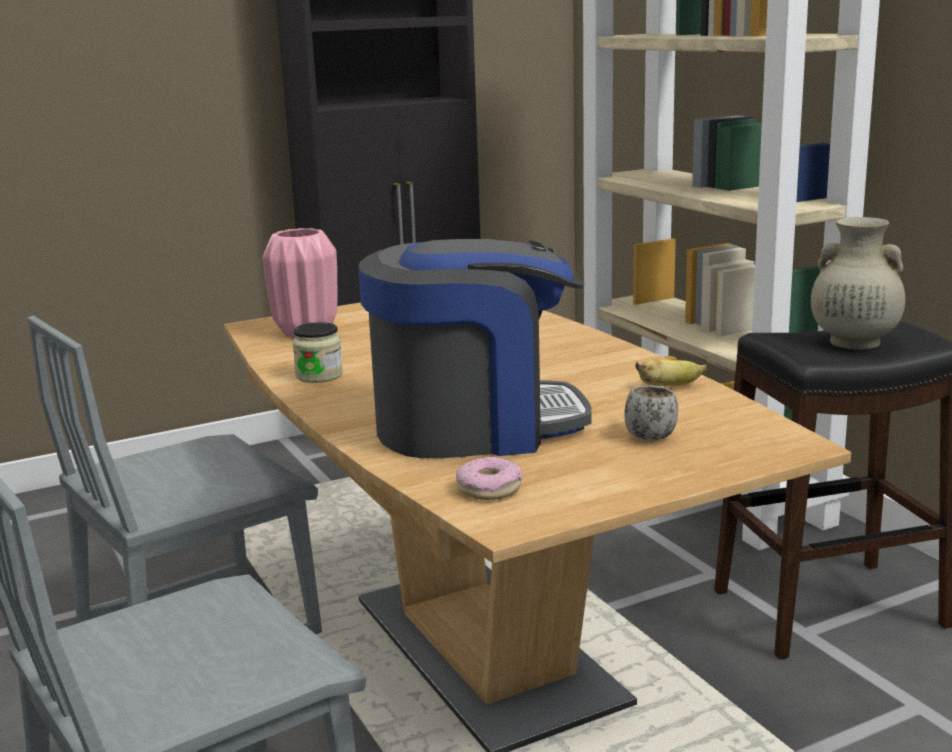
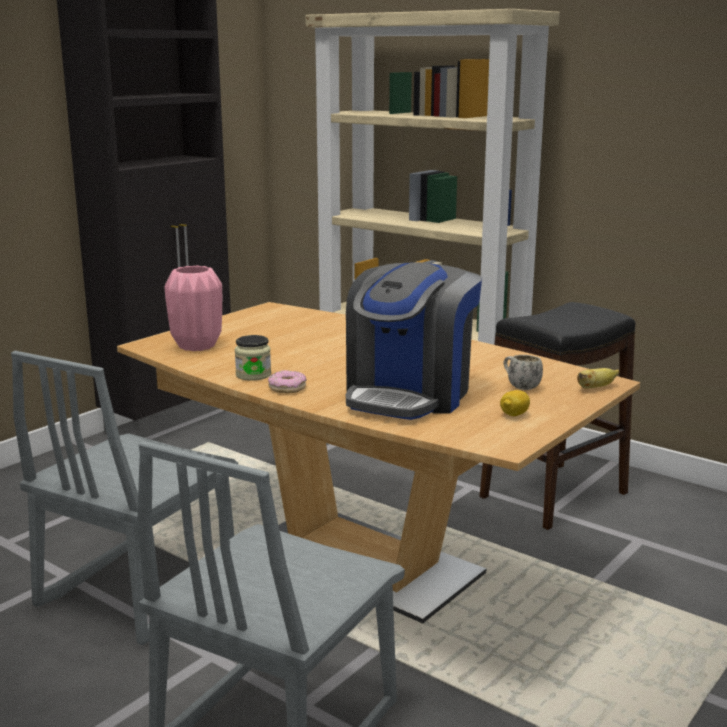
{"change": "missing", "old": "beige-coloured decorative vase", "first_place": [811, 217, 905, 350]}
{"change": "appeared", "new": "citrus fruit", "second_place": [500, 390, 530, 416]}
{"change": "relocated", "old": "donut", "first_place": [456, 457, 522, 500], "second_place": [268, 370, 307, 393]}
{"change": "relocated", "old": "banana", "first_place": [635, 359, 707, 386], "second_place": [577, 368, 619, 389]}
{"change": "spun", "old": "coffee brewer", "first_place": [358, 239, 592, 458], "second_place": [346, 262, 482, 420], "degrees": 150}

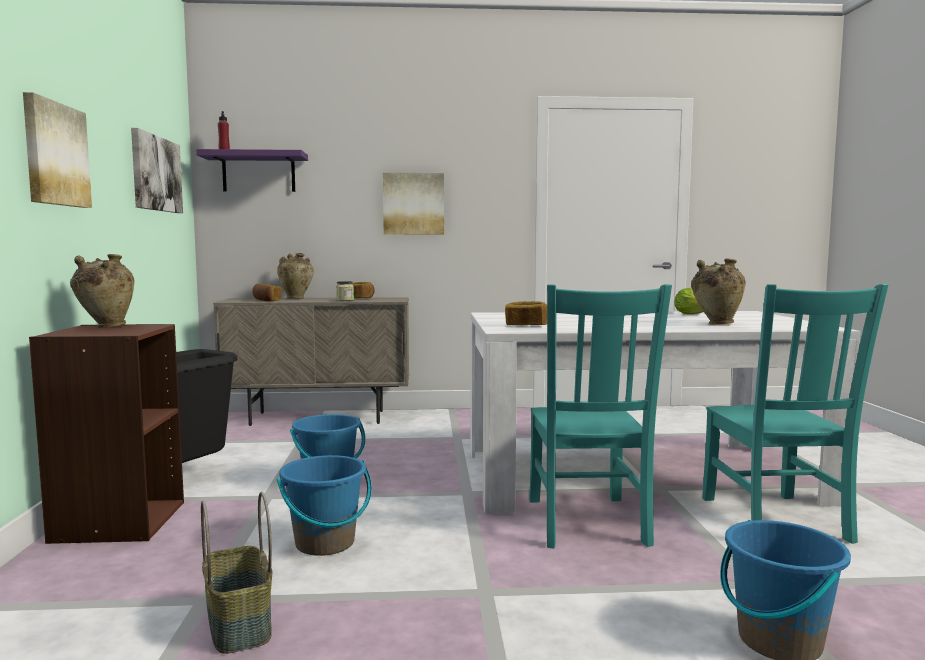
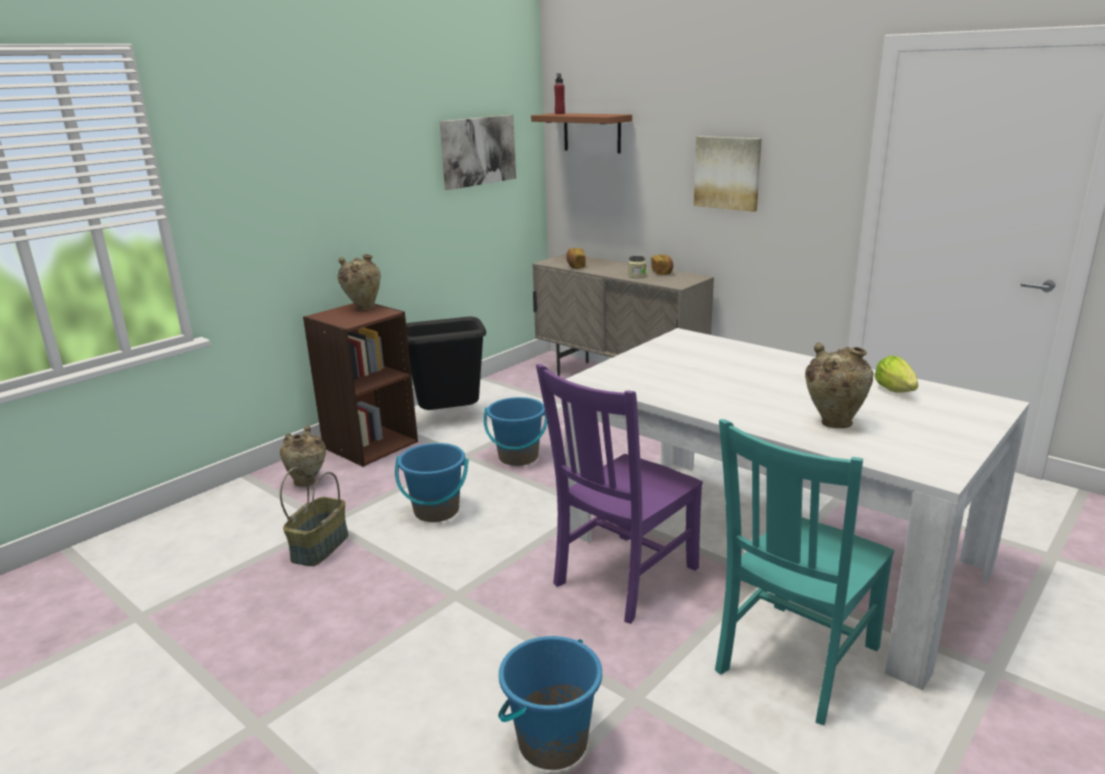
{"change": "missing", "old": "picture", "first_place": [23, 92, 92, 208]}
{"change": "missing", "old": "bakery bread", "first_place": [505, 301, 547, 325]}
{"change": "relocated", "old": "beige-coloured decorative vase", "first_place": [277, 253, 314, 299], "second_place": [280, 425, 326, 487]}
{"change": "colour", "old": "purple shelf", "new": "brown shelf", "first_place": [196, 149, 308, 192], "second_place": [531, 113, 632, 153]}
{"change": "colour", "old": "turquoise chair", "new": "purple chair", "first_place": [529, 284, 672, 549], "second_place": [536, 364, 703, 624]}

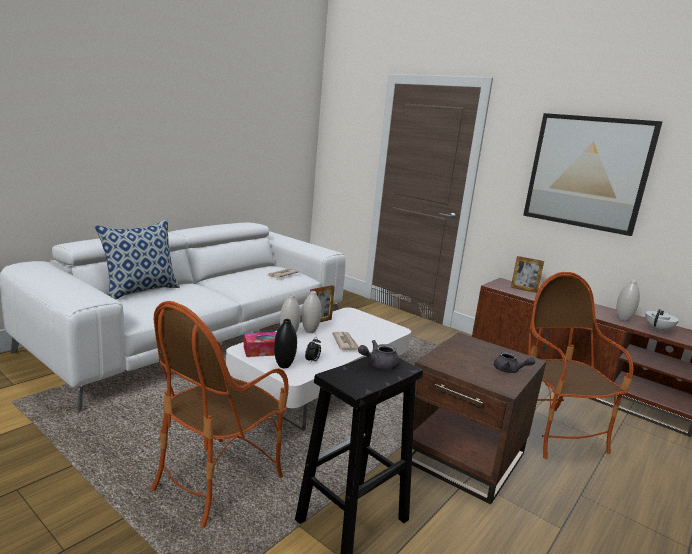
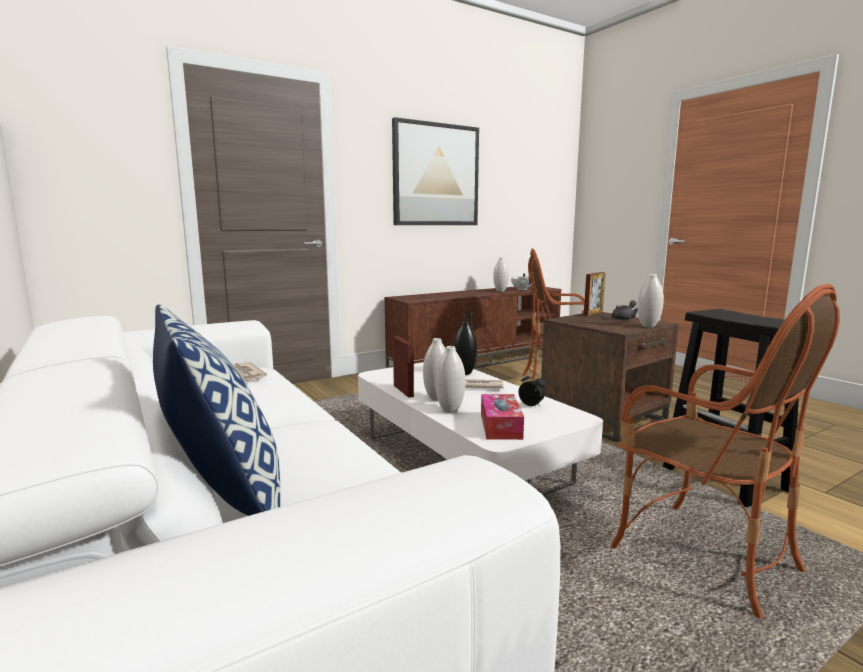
{"change": "missing", "old": "gray teapot", "first_place": [358, 340, 400, 370]}
{"change": "appeared", "new": "white decorative vase", "second_place": [637, 274, 664, 327]}
{"change": "relocated", "old": "blackish decorative vase", "first_place": [274, 319, 297, 368], "second_place": [454, 321, 477, 375]}
{"change": "relocated", "old": "photo frame", "first_place": [511, 256, 544, 293], "second_place": [584, 272, 606, 316]}

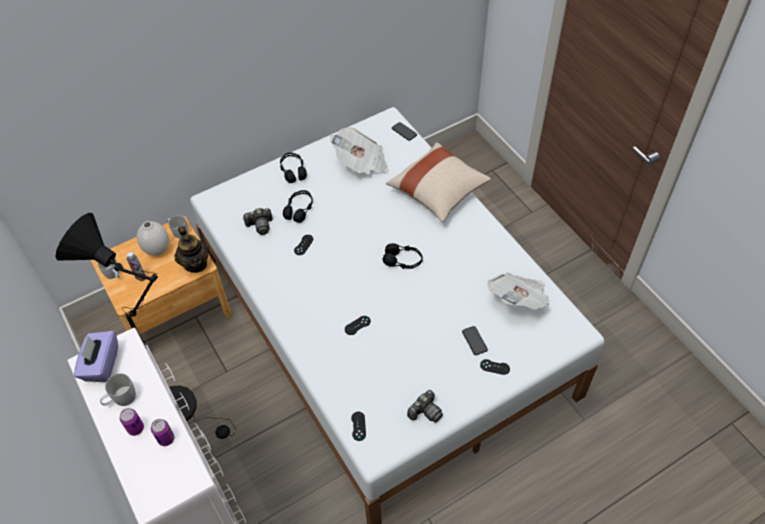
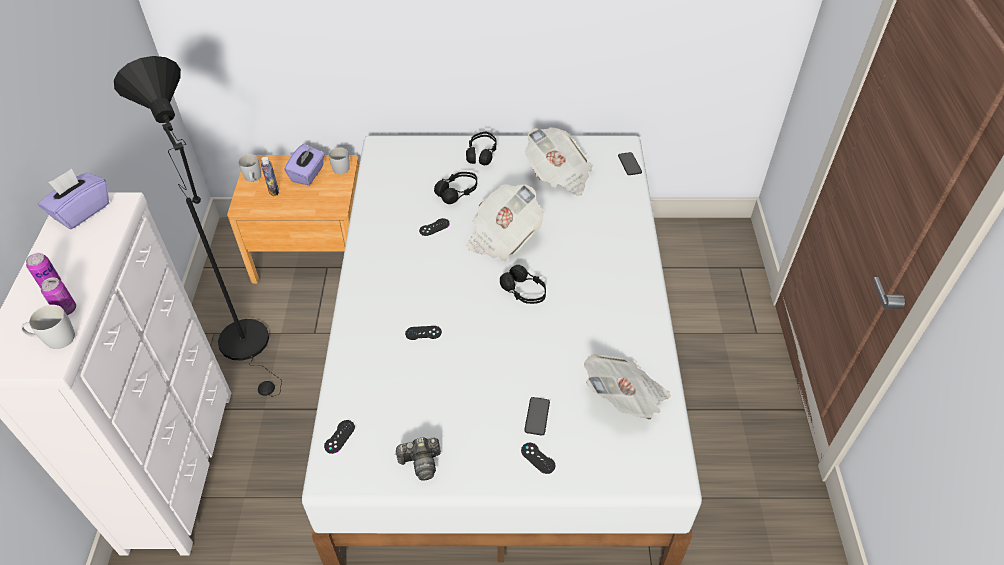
{"change": "missing", "old": "teapot", "first_place": [175, 226, 209, 273]}
{"change": "missing", "old": "photo camera", "first_place": [243, 208, 273, 235]}
{"change": "missing", "old": "beige-coloured pillow", "first_place": [386, 142, 491, 222]}
{"change": "appeared", "new": "printed paper", "second_place": [467, 184, 543, 261]}
{"change": "relocated", "old": "white tea mug", "first_place": [100, 373, 136, 406], "second_place": [21, 305, 75, 349]}
{"change": "exchanged", "old": "white decorative vase", "new": "purple tissue holder", "first_place": [137, 221, 169, 256], "second_place": [284, 144, 325, 186]}

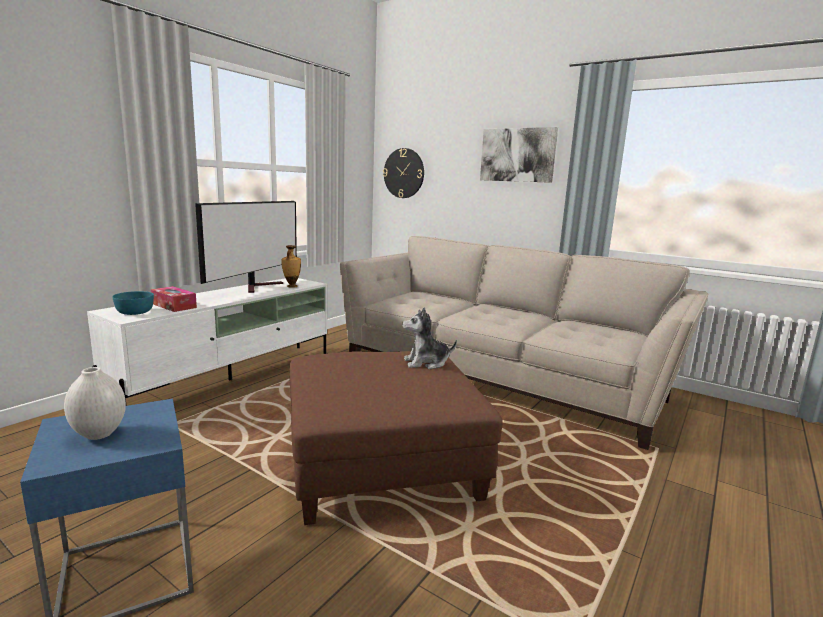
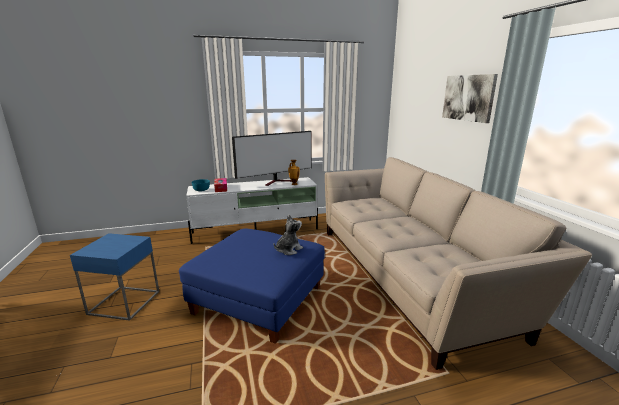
{"change": "missing", "old": "white decorative vase", "first_place": [64, 367, 126, 440]}
{"change": "missing", "old": "wall clock", "first_place": [383, 148, 424, 198]}
{"change": "colour", "old": "brown pouffe", "new": "blue-coloured pouffe", "first_place": [290, 351, 503, 525], "second_place": [179, 228, 325, 344]}
{"change": "spun", "old": "cuddly toy", "first_place": [402, 308, 457, 369], "second_place": [274, 215, 303, 255], "degrees": 105}

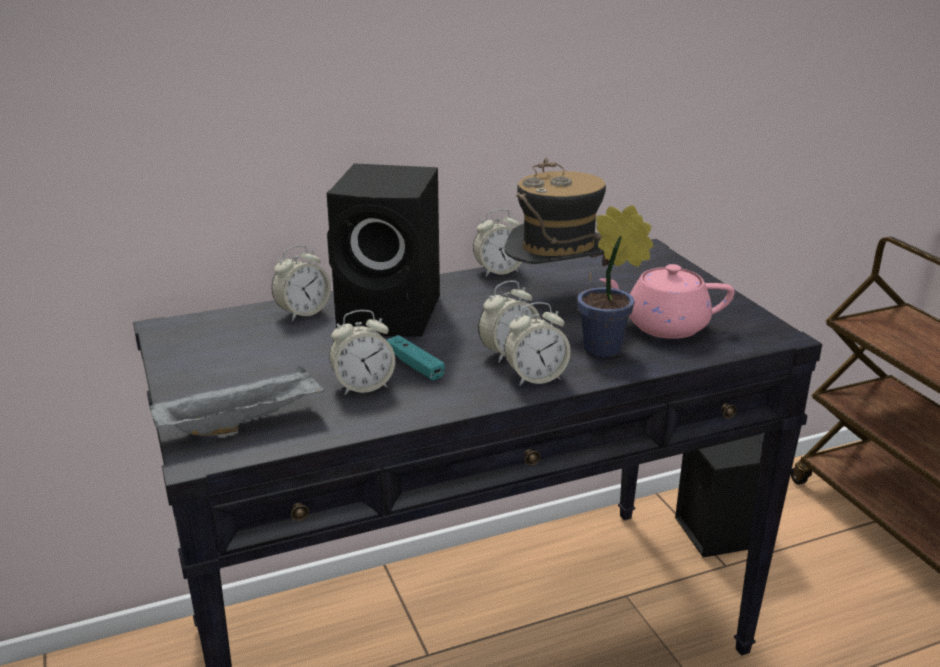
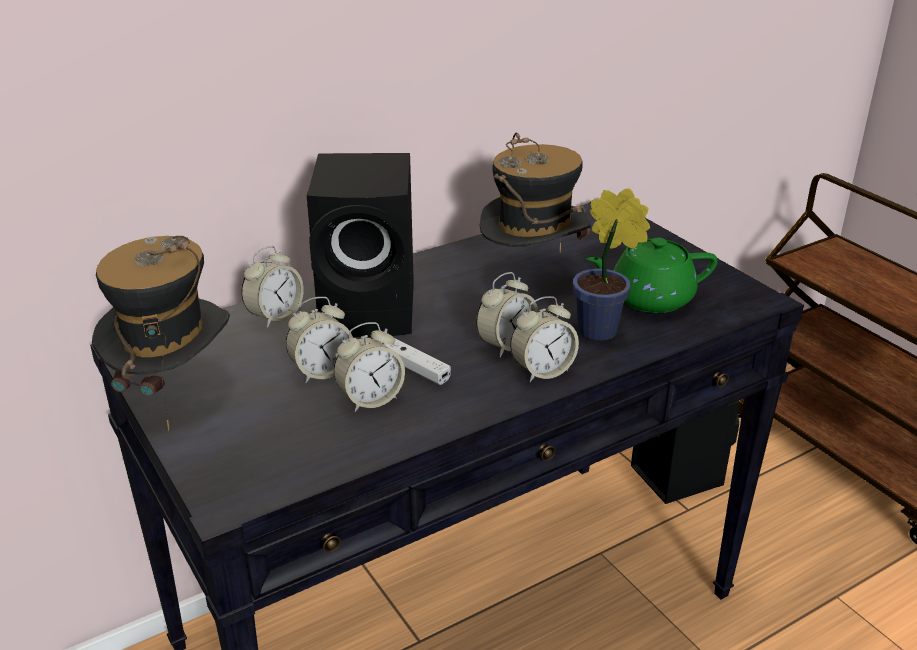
{"change": "missing", "old": "gray tray", "first_place": [150, 366, 325, 435]}
{"change": "appeared", "new": "wearable hat", "second_place": [92, 236, 230, 431]}
{"change": "relocated", "old": "alarm clock", "first_place": [473, 209, 522, 277], "second_place": [286, 297, 353, 383]}
{"change": "colour", "old": "turquoise gamepad", "new": "white gamepad", "first_place": [386, 335, 445, 380], "second_place": [382, 339, 451, 385]}
{"change": "colour", "old": "pink teapot", "new": "green teapot", "first_place": [599, 264, 735, 339], "second_place": [586, 238, 718, 313]}

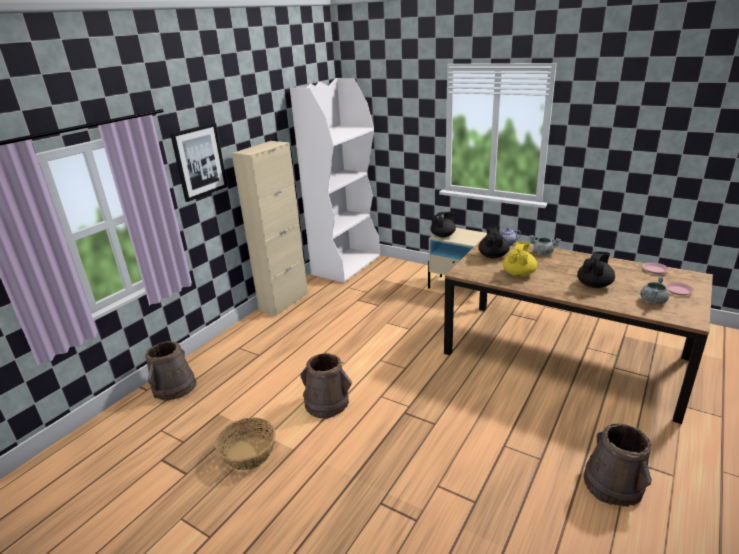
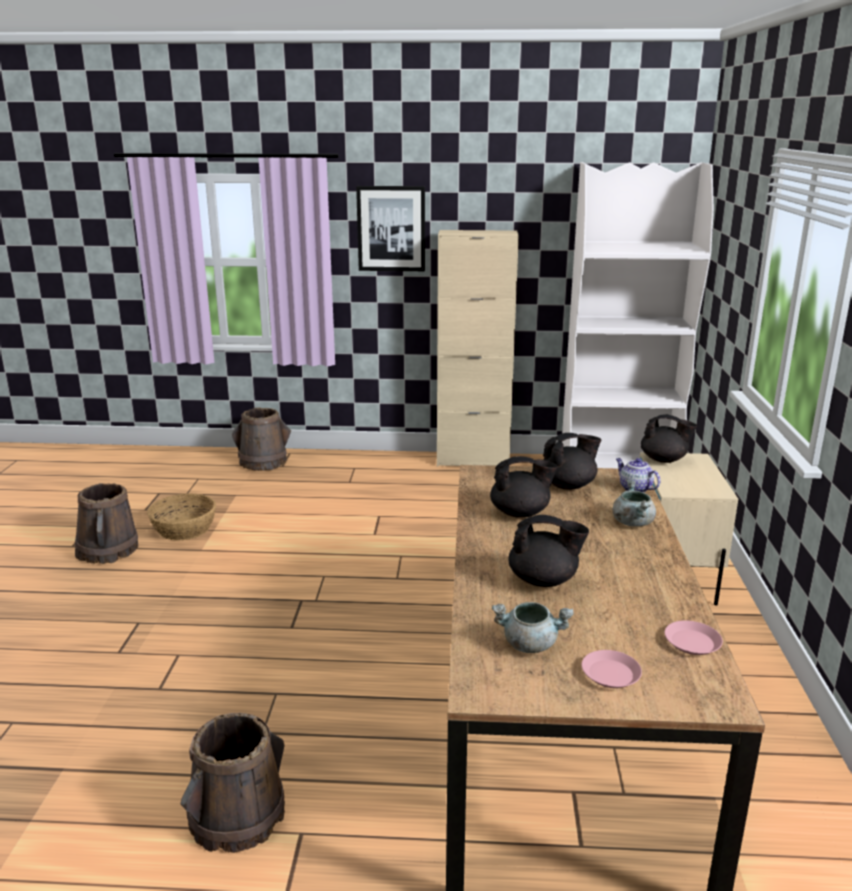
{"change": "relocated", "old": "brown water bucket", "first_place": [300, 353, 352, 419], "second_place": [75, 483, 138, 564]}
{"change": "colour", "old": "yellow teapot", "new": "blackish teapot", "first_place": [503, 242, 537, 277], "second_place": [490, 456, 558, 518]}

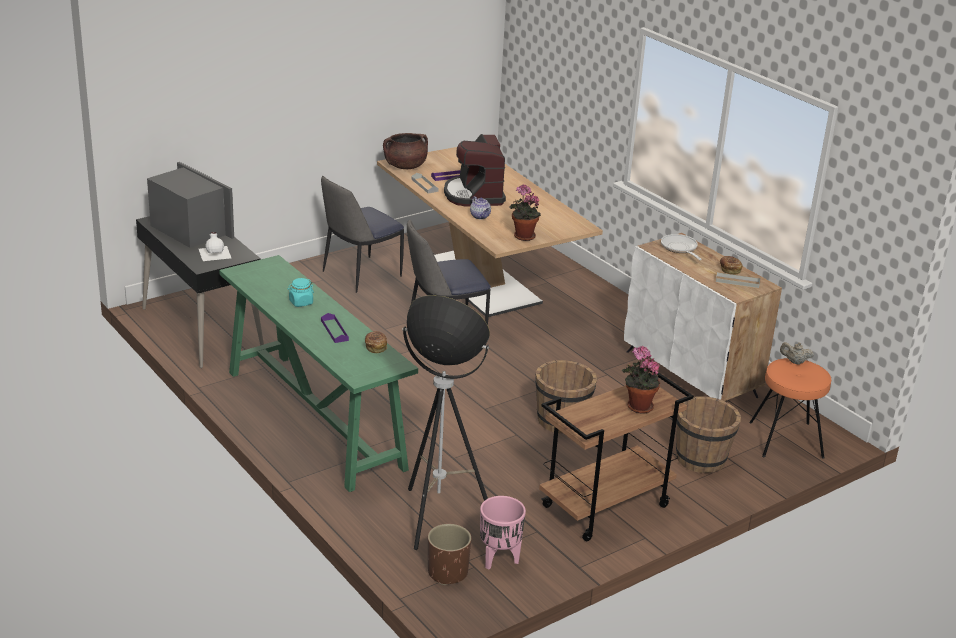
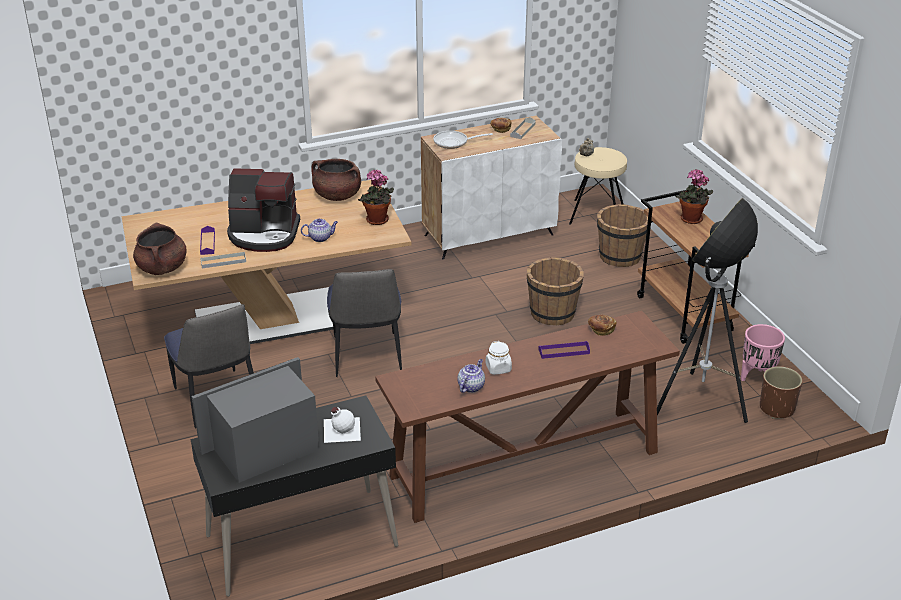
{"change": "appeared", "new": "brown saucepot", "second_place": [311, 159, 361, 201]}
{"change": "appeared", "new": "teapot", "second_place": [457, 359, 485, 393]}
{"change": "colour", "old": "green hall table", "new": "brown hall table", "first_place": [219, 255, 418, 492], "second_place": [375, 311, 680, 523]}
{"change": "colour", "old": "turquoise jar", "new": "white jar", "first_place": [288, 278, 314, 307], "second_place": [486, 341, 512, 375]}
{"change": "colour", "old": "orange sitting stool", "new": "beige-coloured sitting stool", "first_place": [749, 358, 831, 459], "second_place": [569, 147, 627, 225]}

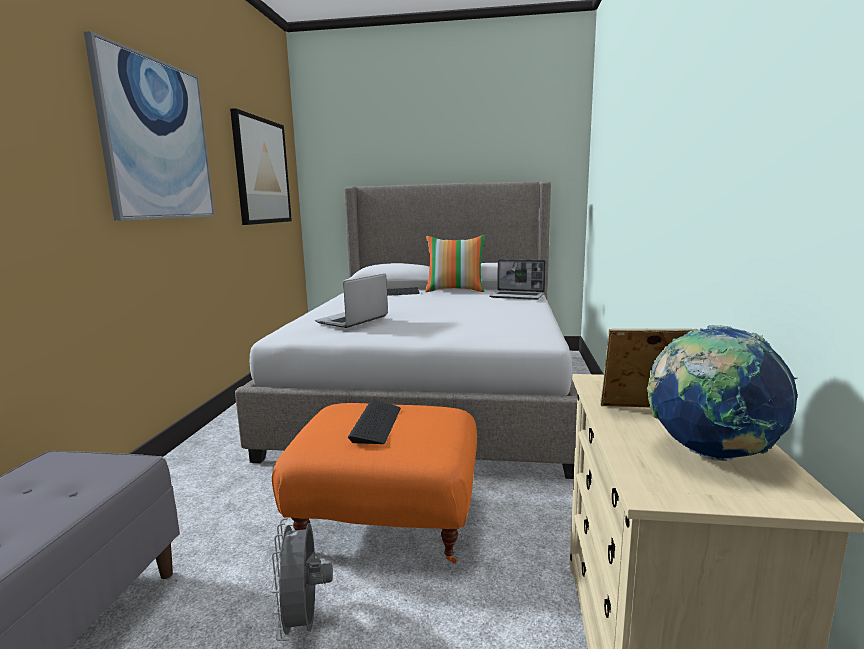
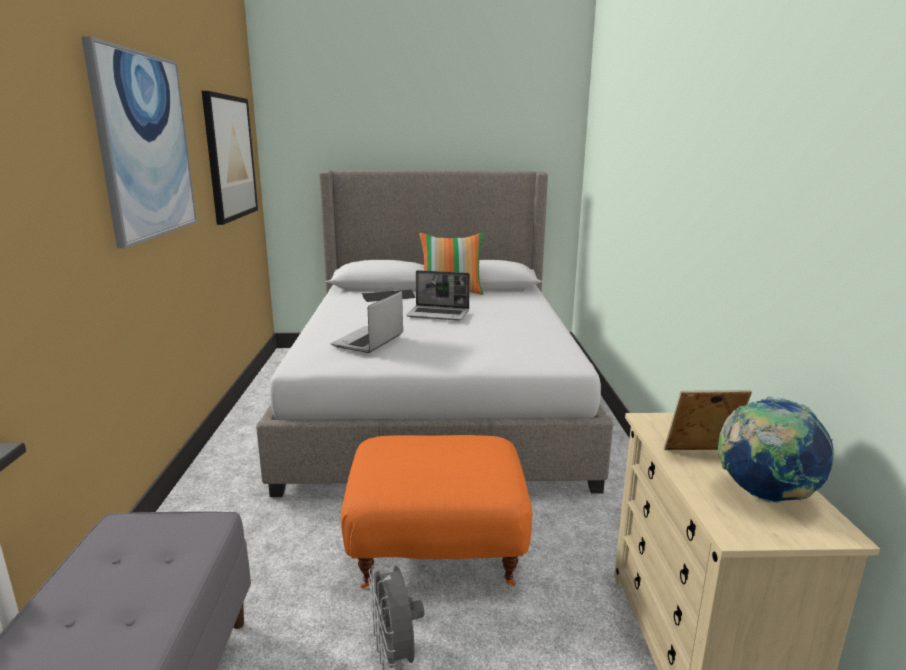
{"change": "missing", "old": "PC keyboard", "first_place": [348, 400, 401, 444]}
{"change": "relocated", "old": "notebook computer", "first_place": [489, 259, 546, 300], "second_place": [406, 270, 470, 321]}

